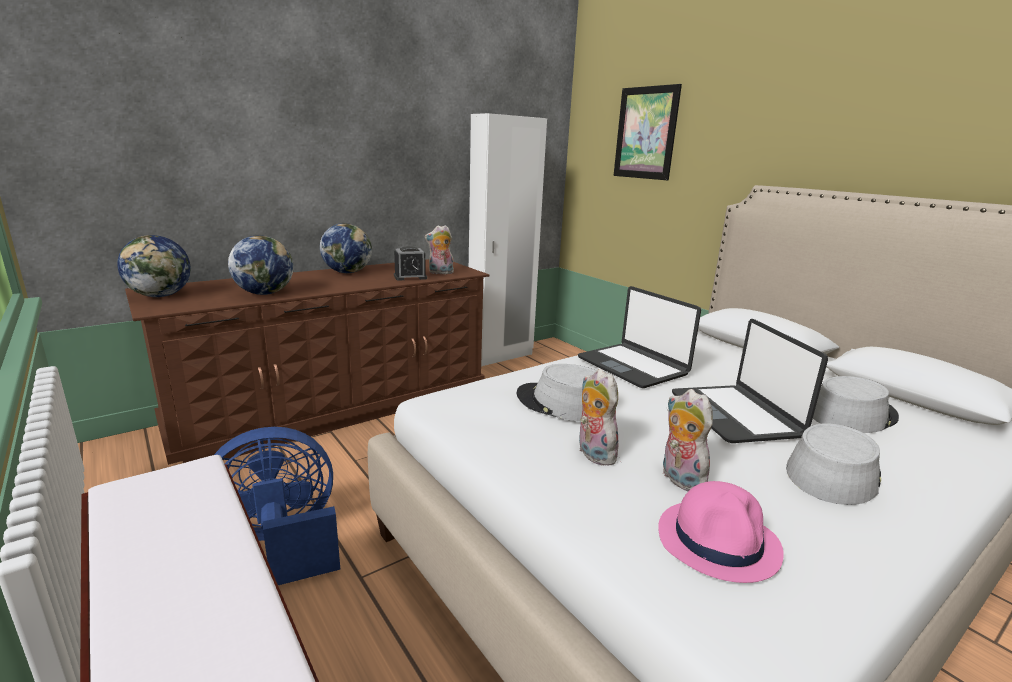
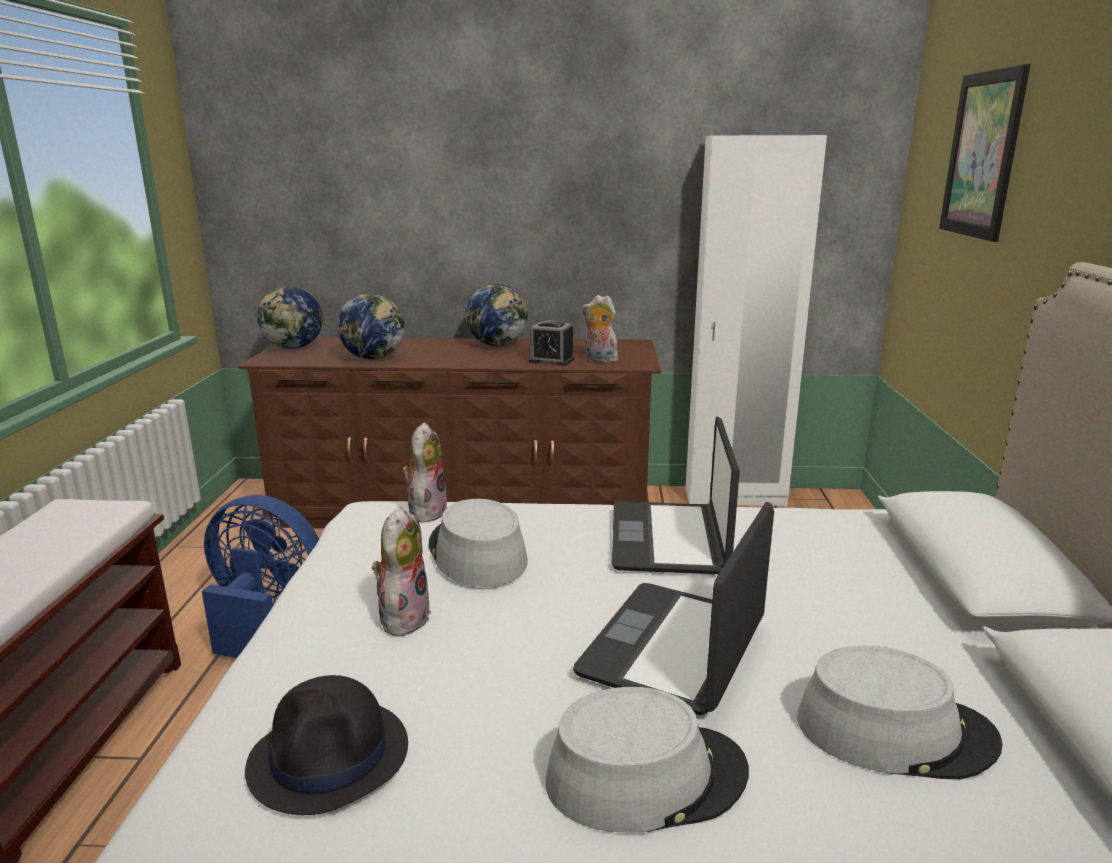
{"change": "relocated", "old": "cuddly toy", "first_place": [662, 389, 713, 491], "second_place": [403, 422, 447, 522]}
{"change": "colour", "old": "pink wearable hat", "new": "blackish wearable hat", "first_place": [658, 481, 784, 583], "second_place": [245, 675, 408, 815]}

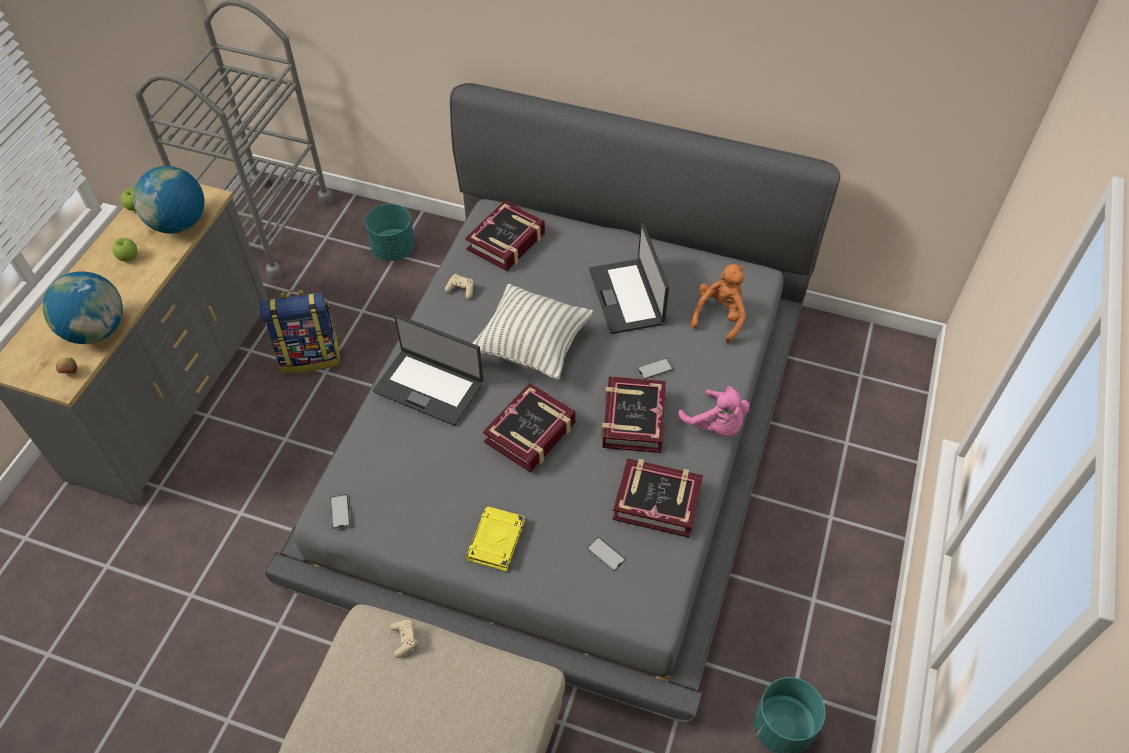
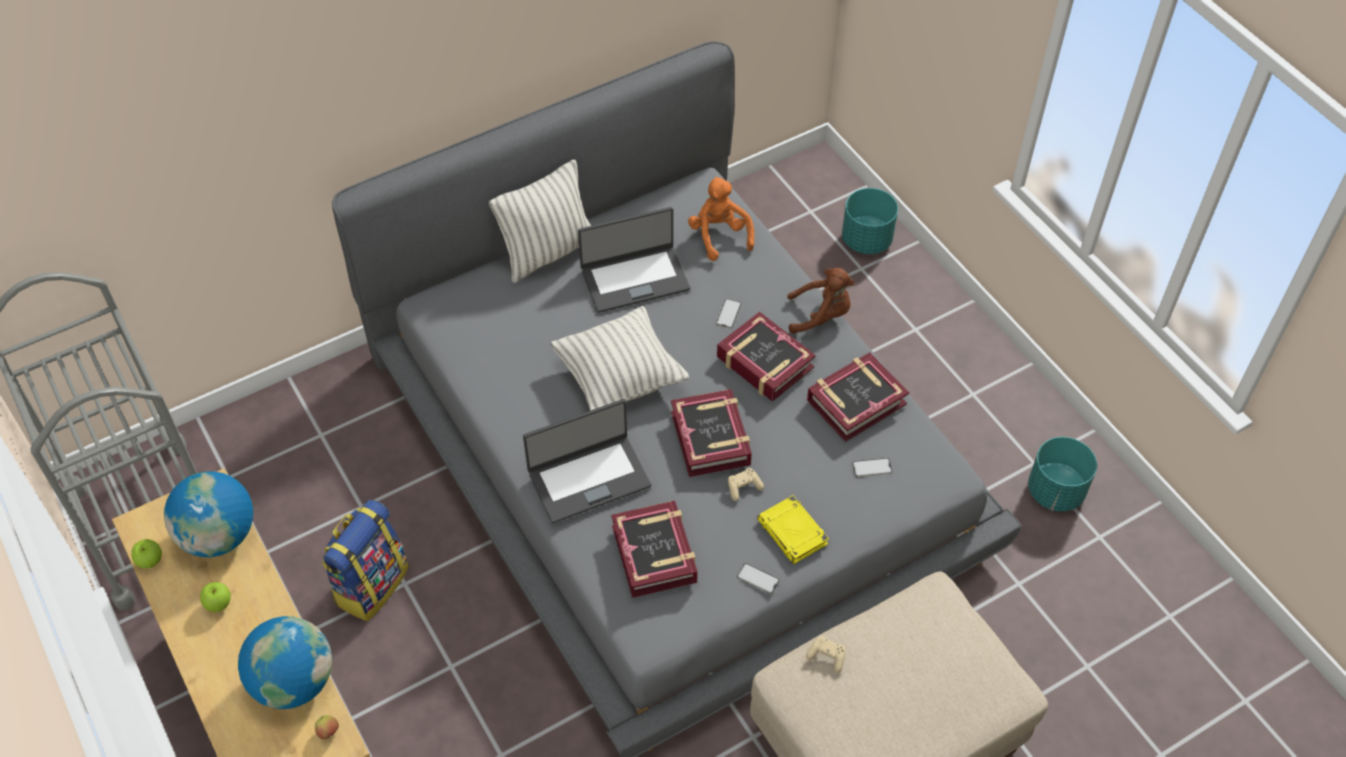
{"change": "appeared", "new": "pillow", "second_place": [489, 160, 591, 283]}
{"change": "relocated", "old": "telephone", "first_place": [330, 494, 350, 529], "second_place": [737, 563, 780, 594]}
{"change": "relocated", "old": "turquoise planter", "first_place": [365, 204, 415, 261], "second_place": [842, 188, 898, 254]}
{"change": "relocated", "old": "beige-coloured gamepad", "first_place": [445, 274, 474, 299], "second_place": [728, 468, 764, 501]}
{"change": "relocated", "old": "bound book", "first_place": [465, 201, 545, 271], "second_place": [611, 501, 698, 598]}
{"change": "colour", "old": "pink cuddly toy", "new": "brown cuddly toy", "first_place": [678, 386, 750, 436], "second_place": [787, 268, 854, 334]}
{"change": "spun", "old": "notebook computer", "first_place": [589, 223, 669, 334], "second_place": [578, 207, 690, 313], "degrees": -45}

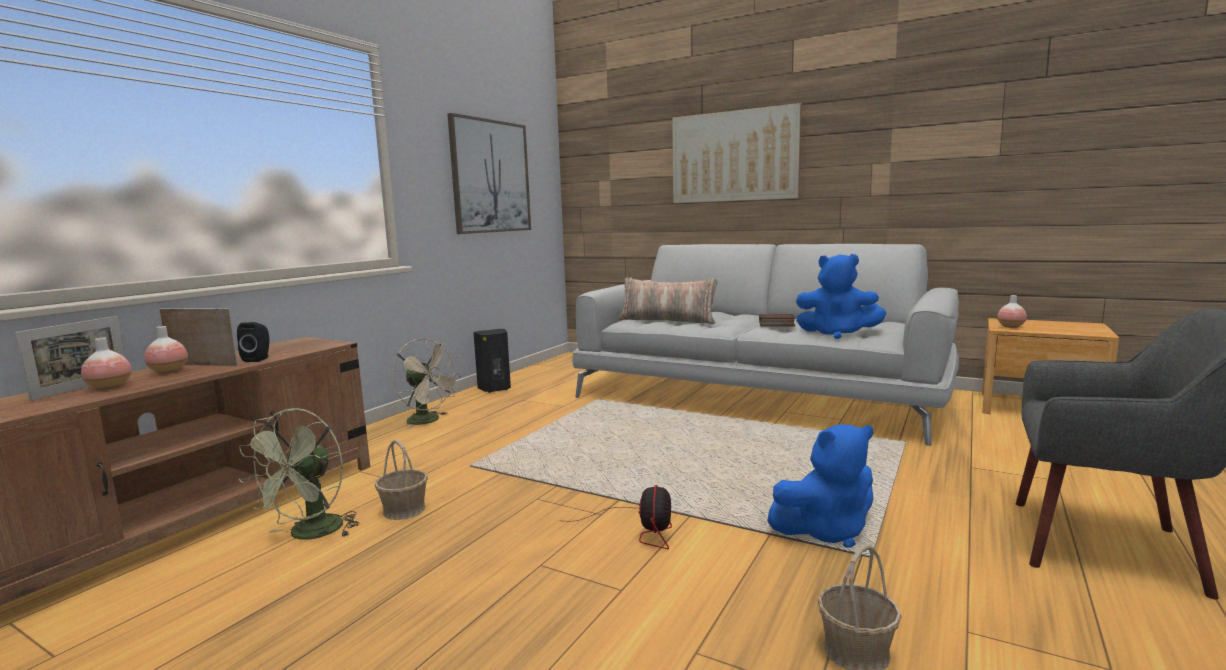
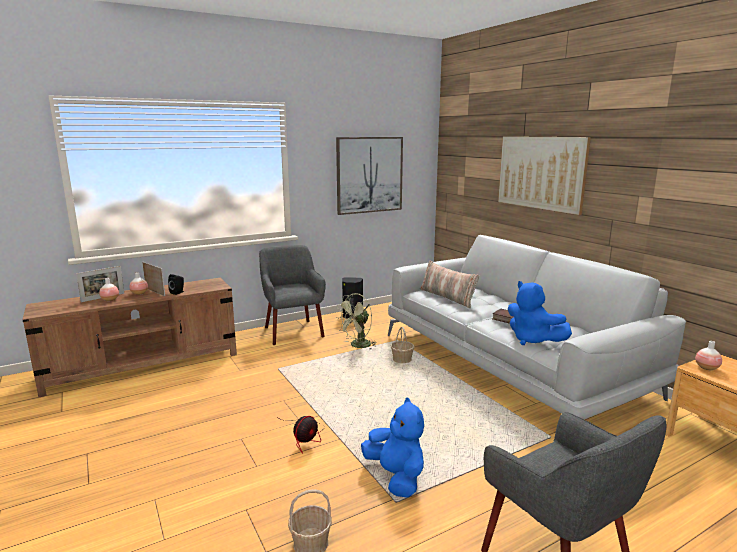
{"change": "relocated", "old": "green cooling fan", "first_place": [238, 408, 359, 540], "second_place": [335, 293, 377, 349]}
{"change": "relocated", "old": "household basket", "first_place": [375, 440, 428, 520], "second_place": [391, 327, 415, 363]}
{"change": "exchanged", "old": "beige-coloured cooling fan", "new": "gray armchair", "first_place": [392, 338, 461, 430], "second_place": [259, 245, 326, 345]}
{"change": "spun", "old": "blue-coloured cuddly toy", "first_place": [767, 424, 874, 548], "second_place": [361, 398, 424, 498], "degrees": -135}

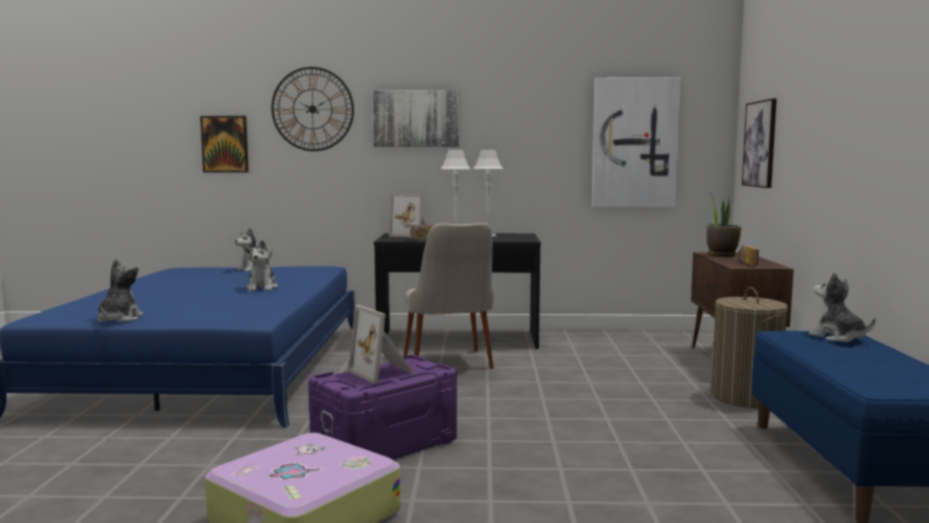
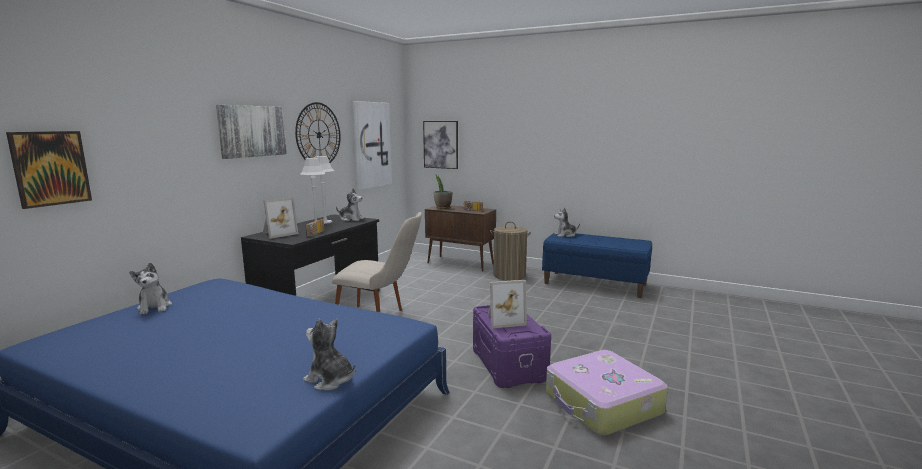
{"change": "relocated", "old": "cuddly toy", "first_place": [243, 240, 278, 291], "second_place": [336, 188, 364, 221]}
{"change": "relocated", "old": "wall clock", "first_place": [271, 67, 354, 151], "second_place": [295, 102, 341, 163]}

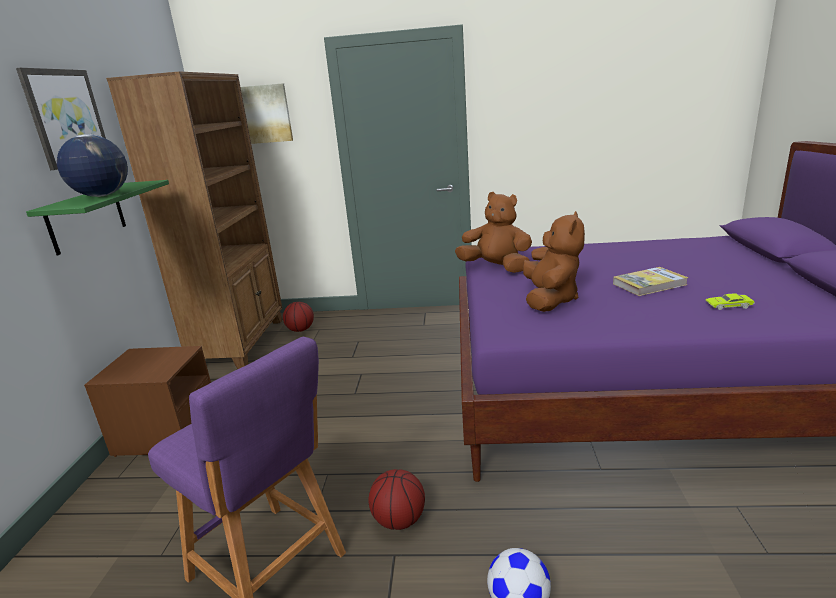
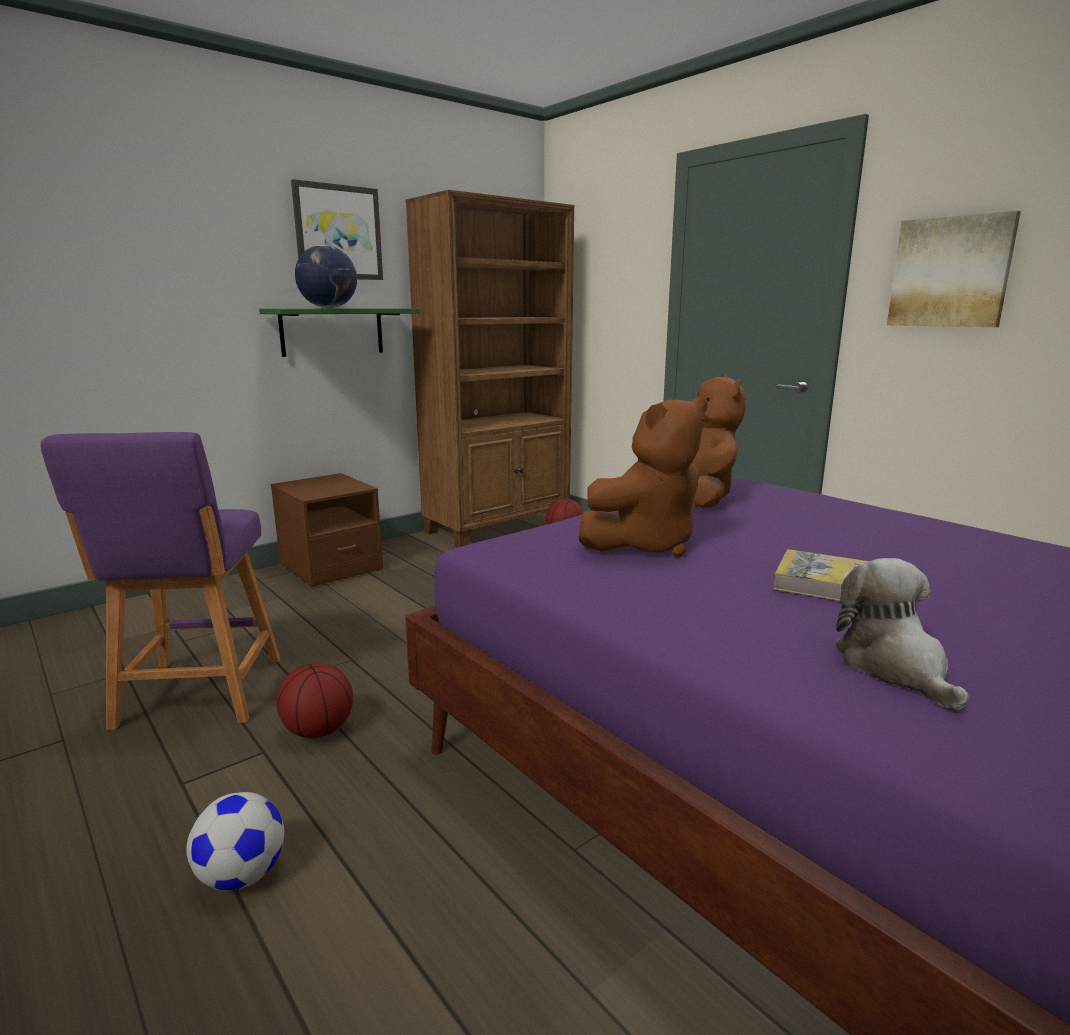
{"change": "relocated", "old": "picture", "first_place": [241, 83, 293, 144], "second_place": [887, 211, 1021, 327]}
{"change": "exchanged", "old": "green model car", "new": "cuddly toy", "first_place": [705, 293, 755, 310], "second_place": [836, 558, 969, 710]}

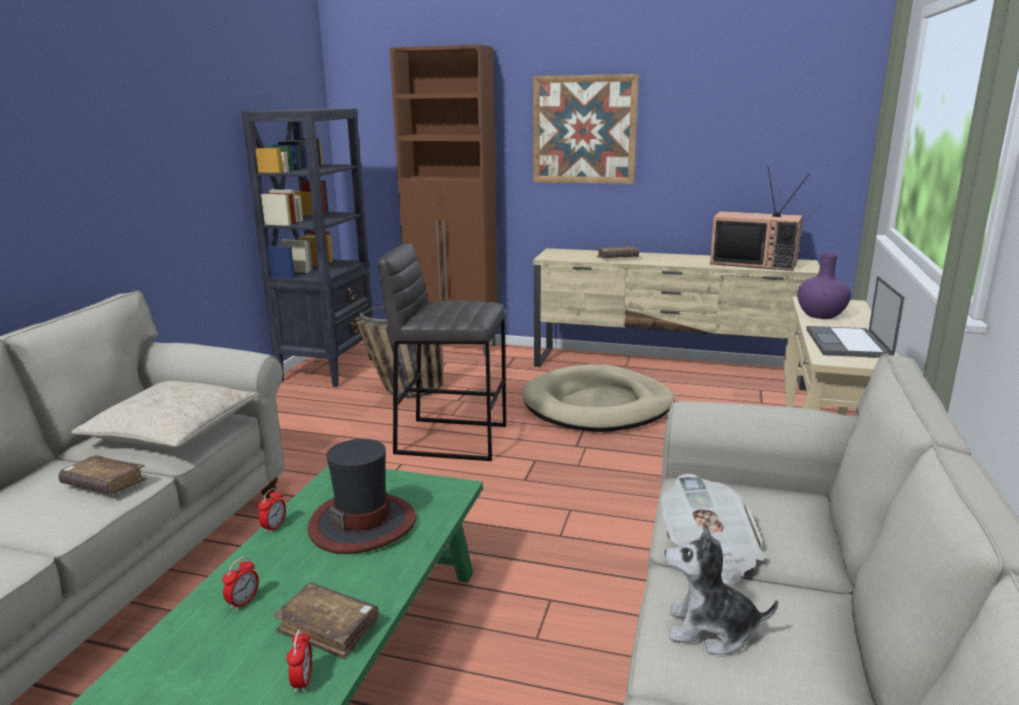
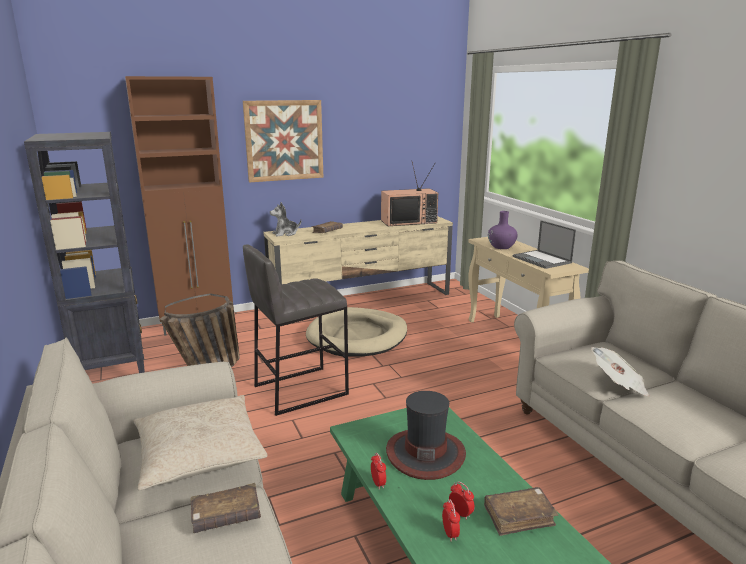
{"change": "relocated", "old": "alarm clock", "first_place": [286, 629, 312, 693], "second_place": [449, 482, 475, 520]}
{"change": "relocated", "old": "cuddly toy", "first_place": [665, 524, 778, 655], "second_place": [270, 202, 301, 236]}

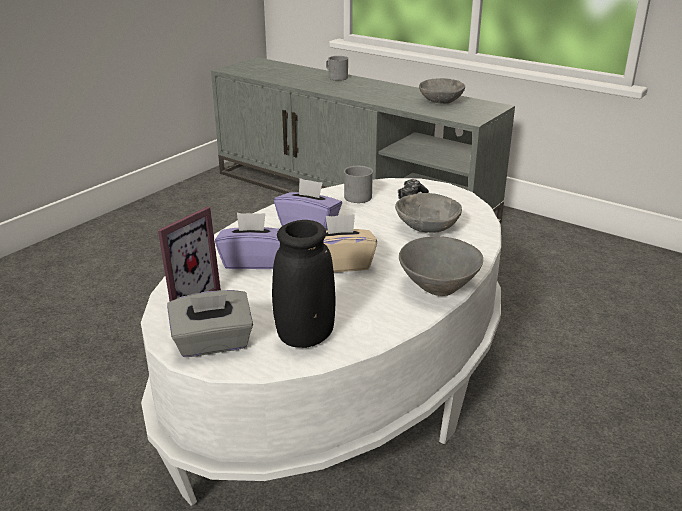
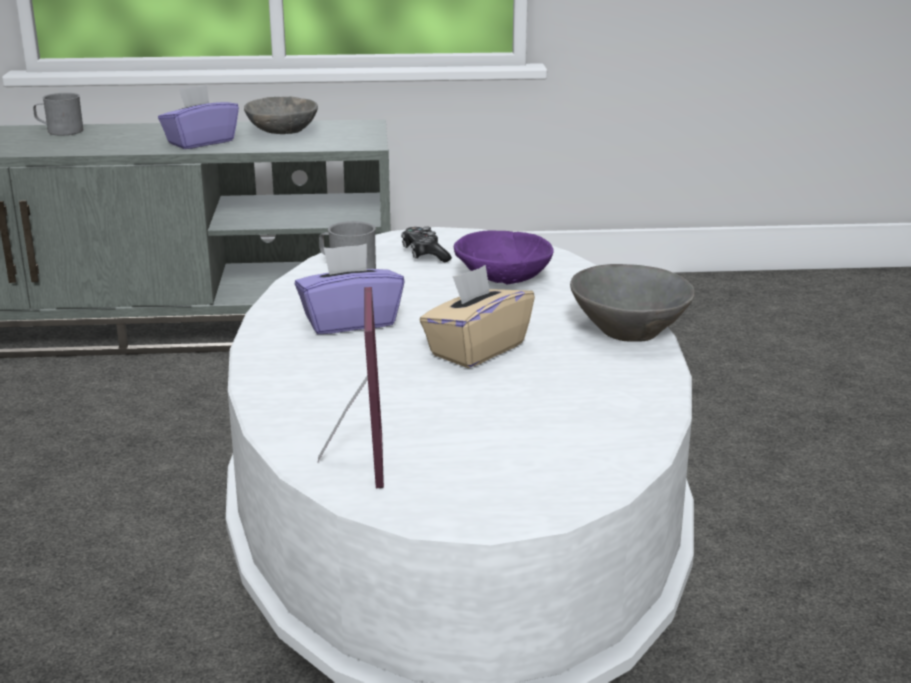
{"change": "missing", "old": "gray tissue holder", "first_place": [167, 290, 253, 357]}
{"change": "missing", "old": "blackish decorative vase", "first_place": [272, 220, 335, 348]}
{"change": "relocated", "old": "purple tissue holder", "first_place": [215, 213, 280, 269], "second_place": [158, 85, 239, 149]}
{"change": "colour", "old": "gray bowl", "new": "purple bowl", "first_place": [395, 193, 462, 233], "second_place": [454, 231, 554, 284]}

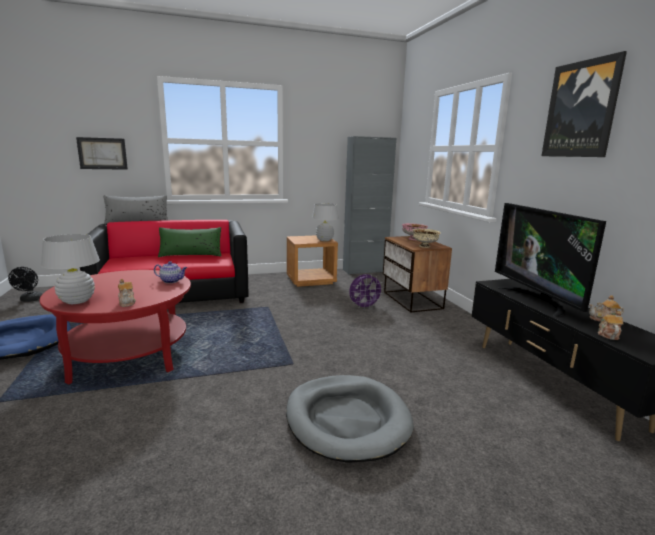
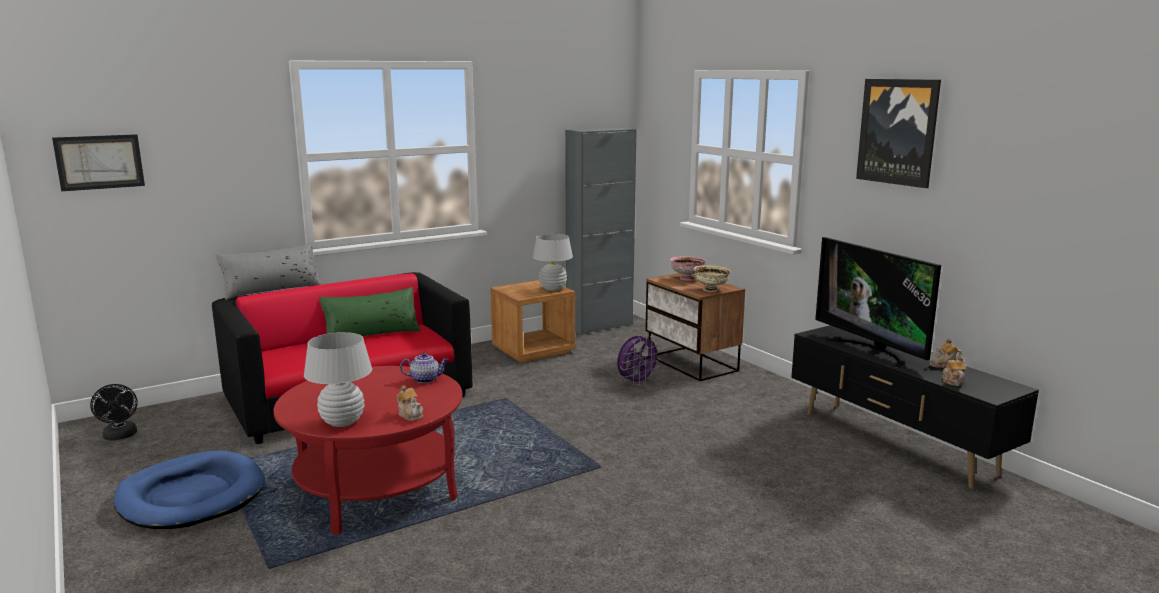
{"change": "missing", "old": "gray dog bed", "first_place": [286, 375, 414, 463]}
{"change": "relocated", "old": "picture", "first_place": [76, 137, 128, 170], "second_place": [52, 134, 145, 191]}

